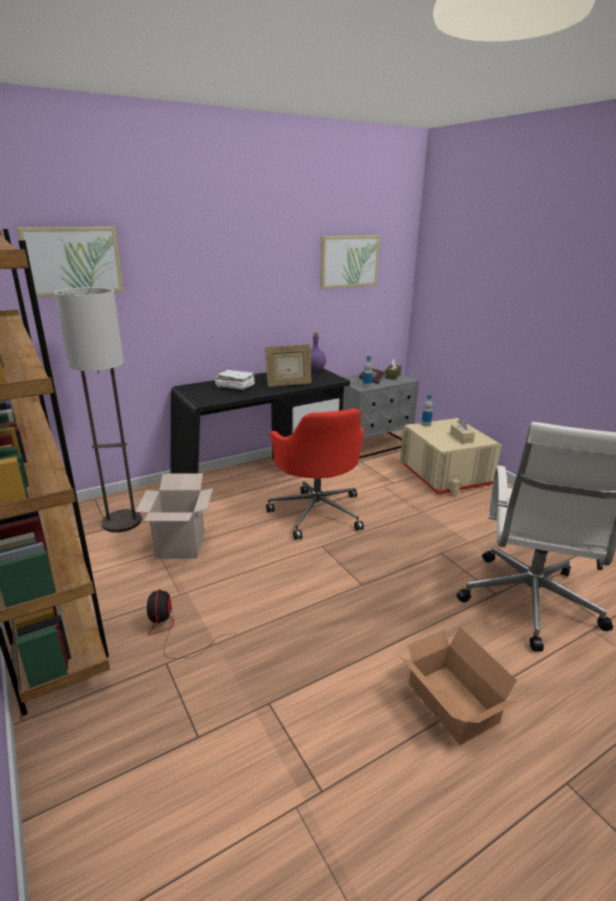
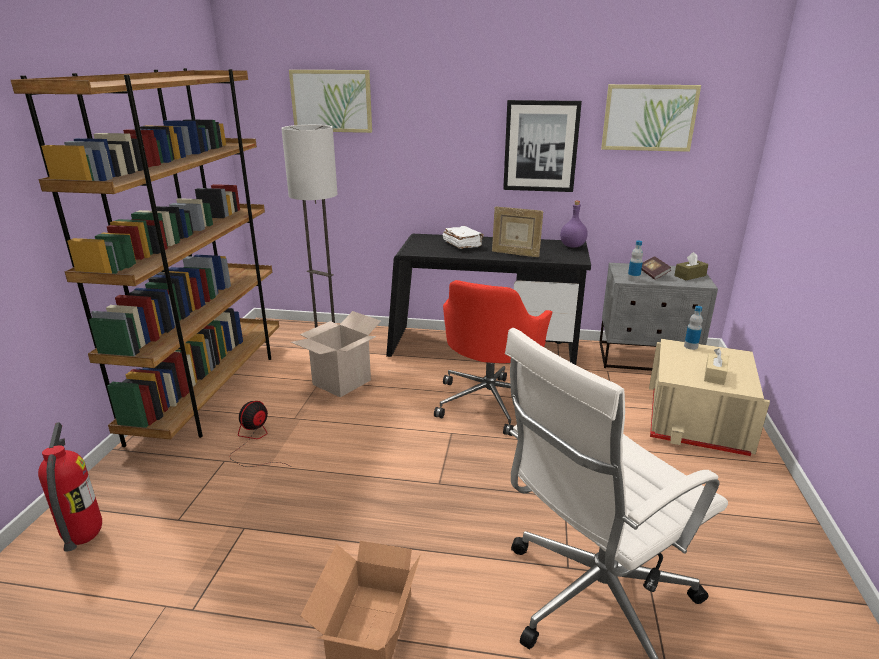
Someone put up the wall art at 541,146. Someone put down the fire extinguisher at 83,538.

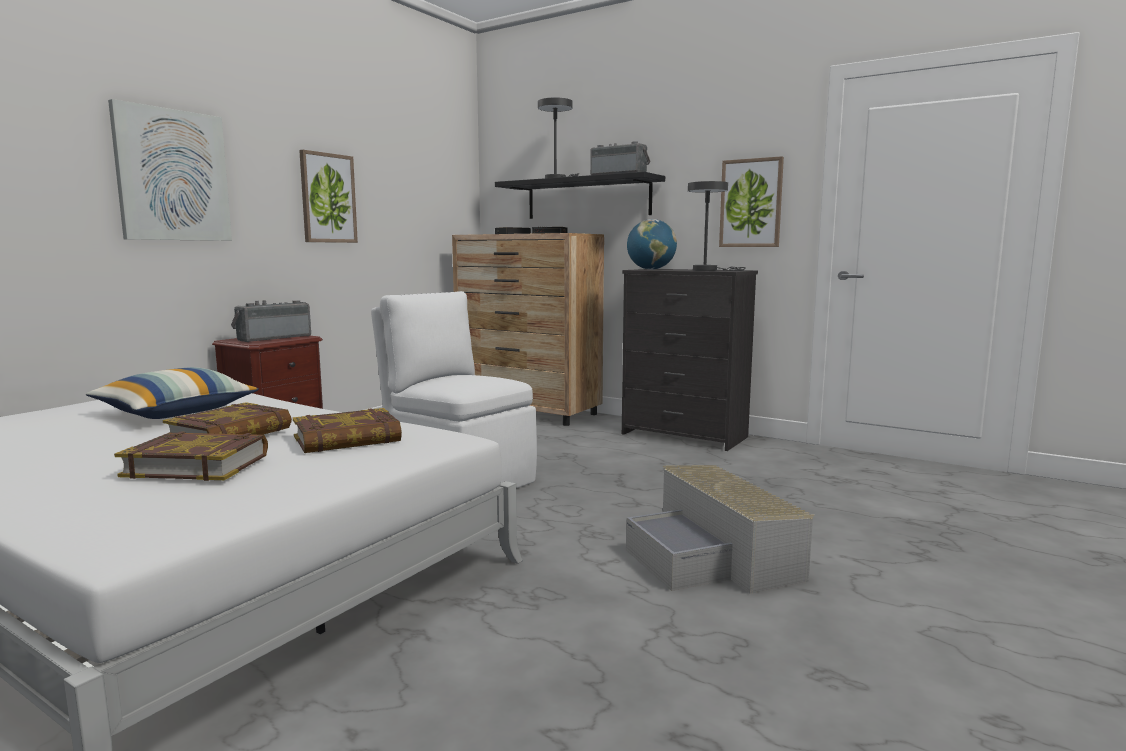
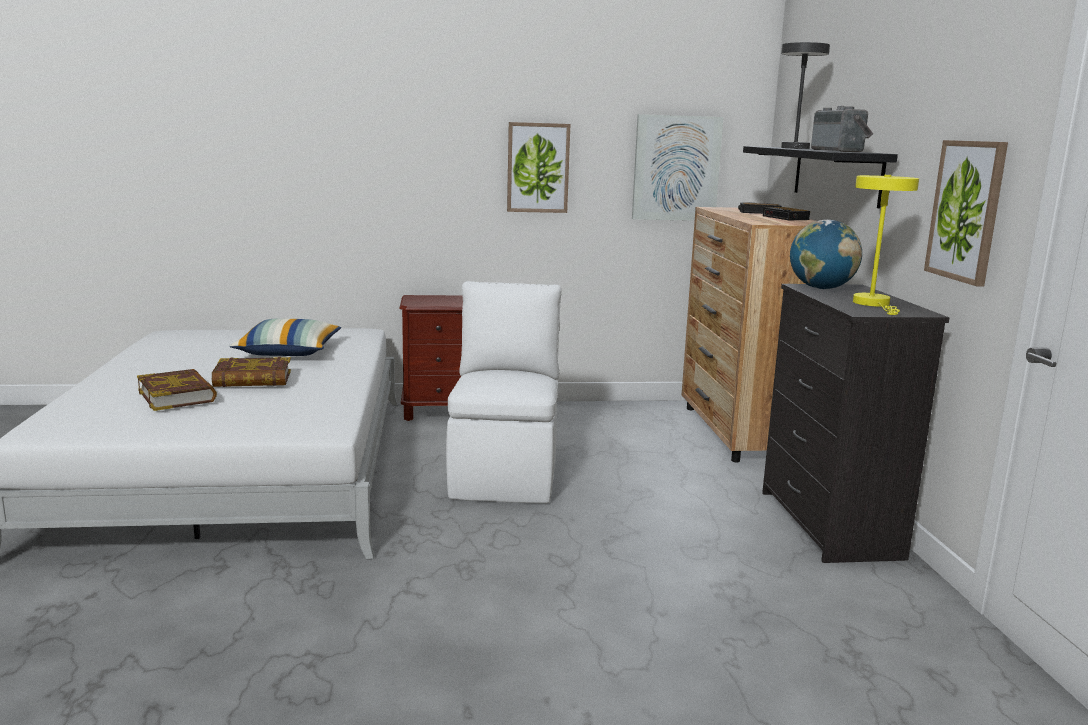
Someone carried the wall art from 172,175 to 676,168. Someone repainted the gray table lamp at 709,270, which became the yellowish table lamp at 874,304. Someone took away the radio receiver at 273,338. Someone took away the bound book at 347,439. Someone took away the gray storage container at 713,557.

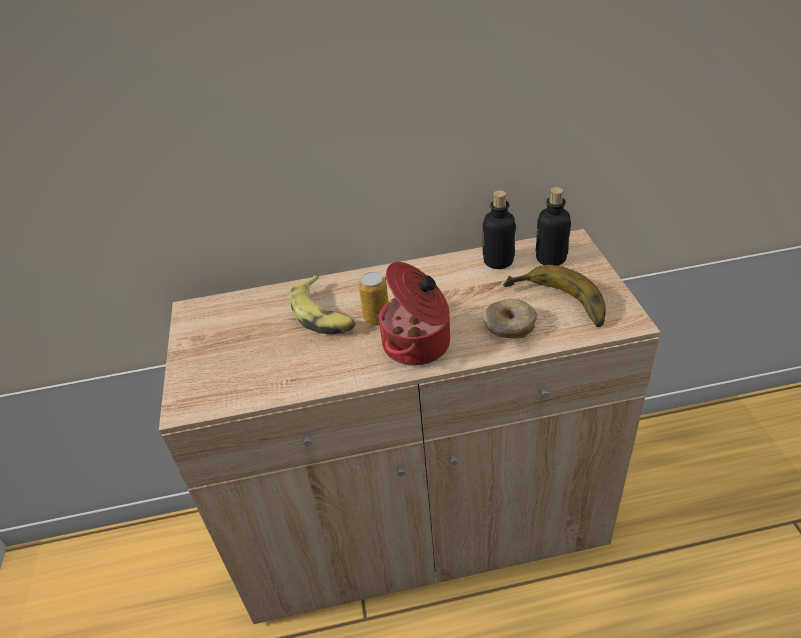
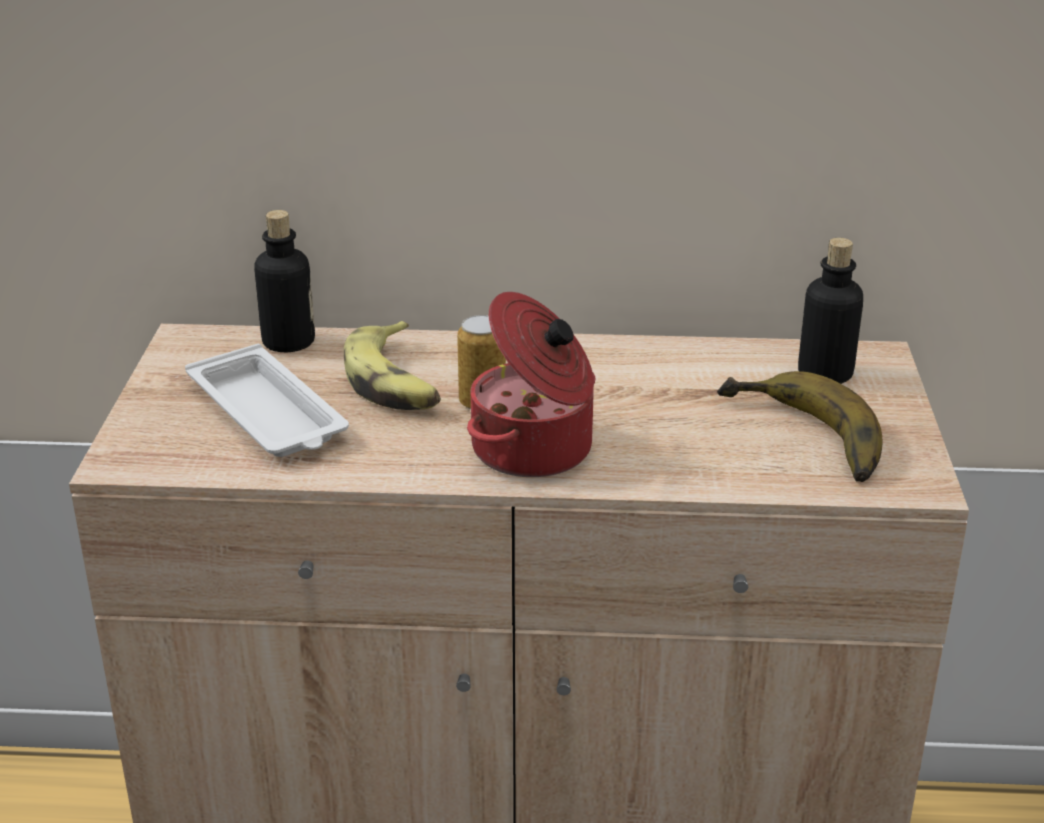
Someone carried the bottle from 498,261 to 288,342. Someone took away the doughnut at 509,326. Someone put down the whitish carrying tray at 268,414.

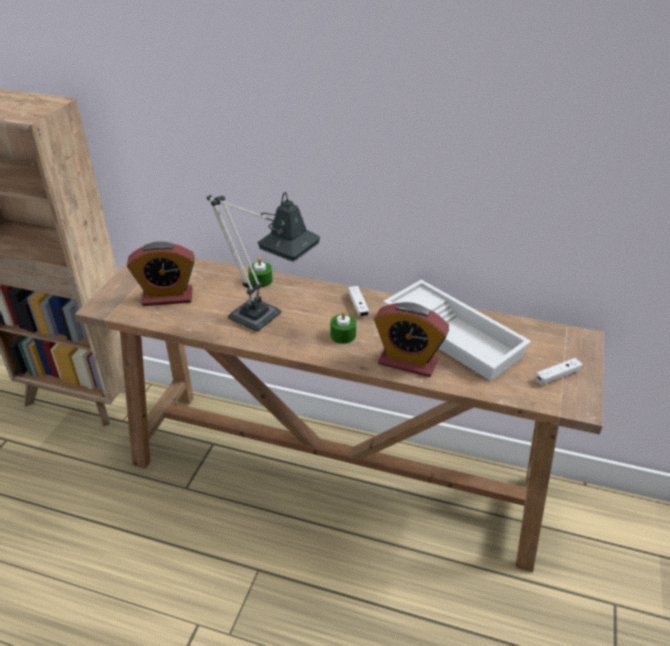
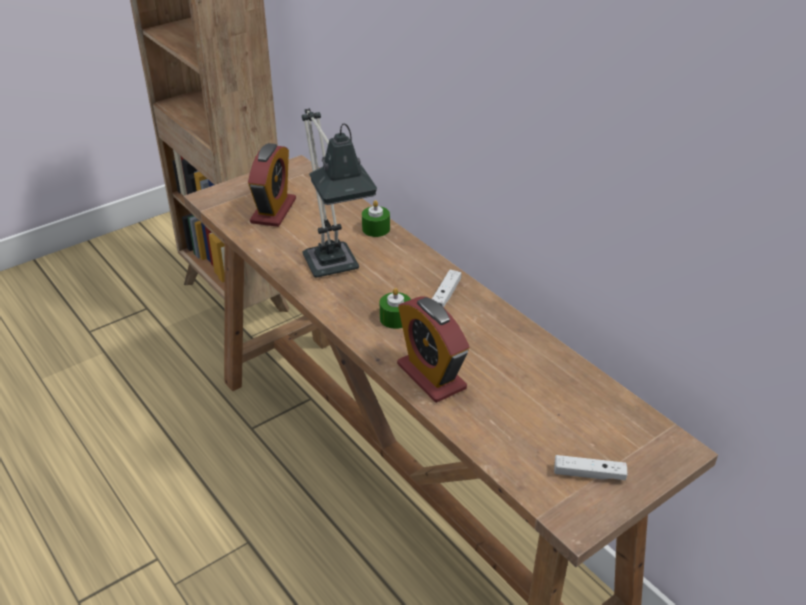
Someone rotated the bedside clock at 167,297 by 105 degrees counterclockwise. Someone took away the whitish carrying tray at 455,335.

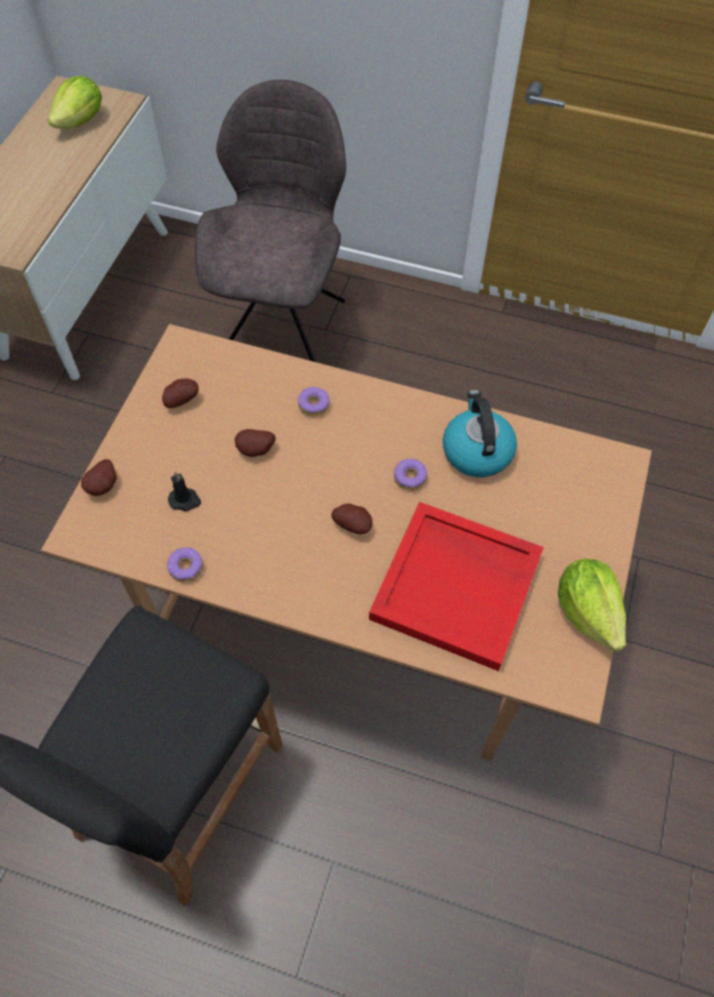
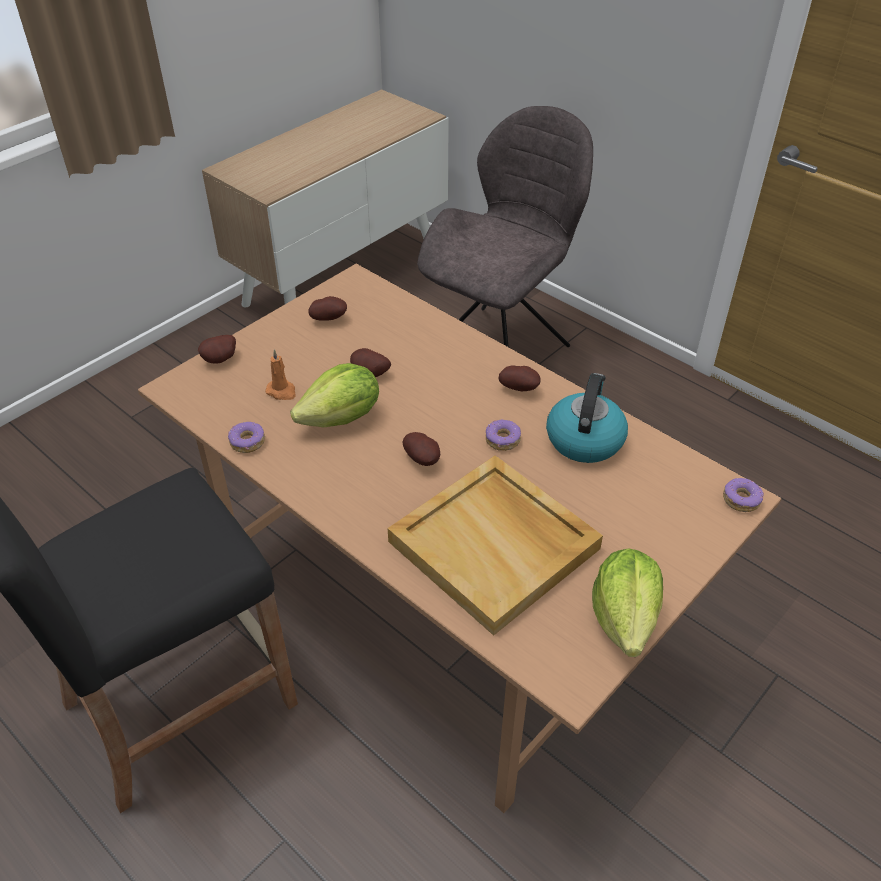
Someone carried the head of lettuce from 81,121 to 342,418. Someone carried the doughnut from 313,405 to 741,499. Someone repainted the black wax light at 185,500, which became the orangey wax light at 282,391. Someone repainted the reddish carrying tray at 458,586, which became the beige-coloured carrying tray at 496,545. Someone put down the potato at 520,388.

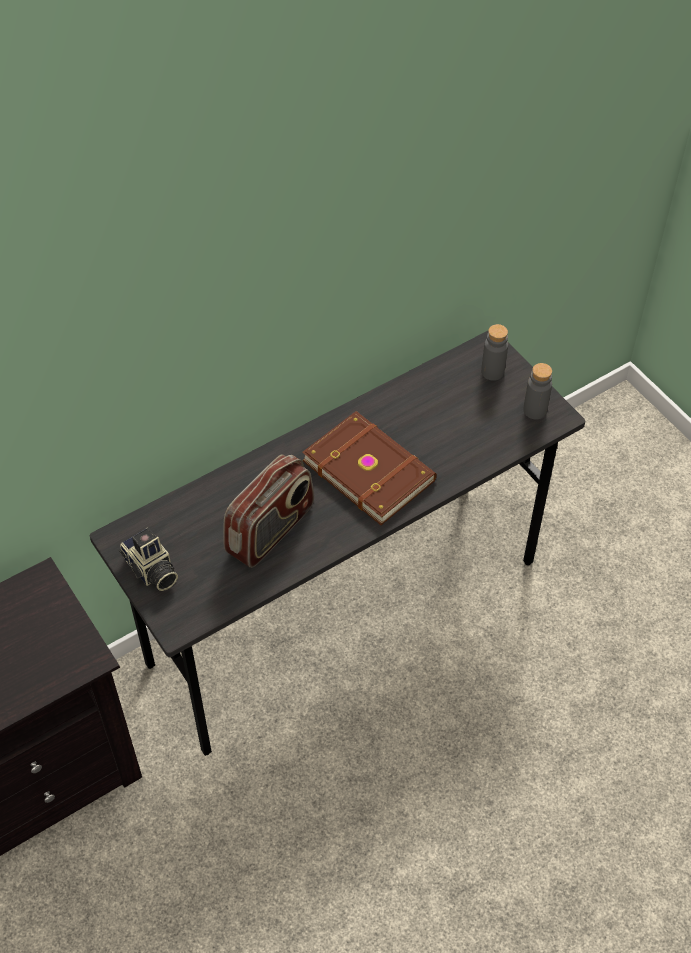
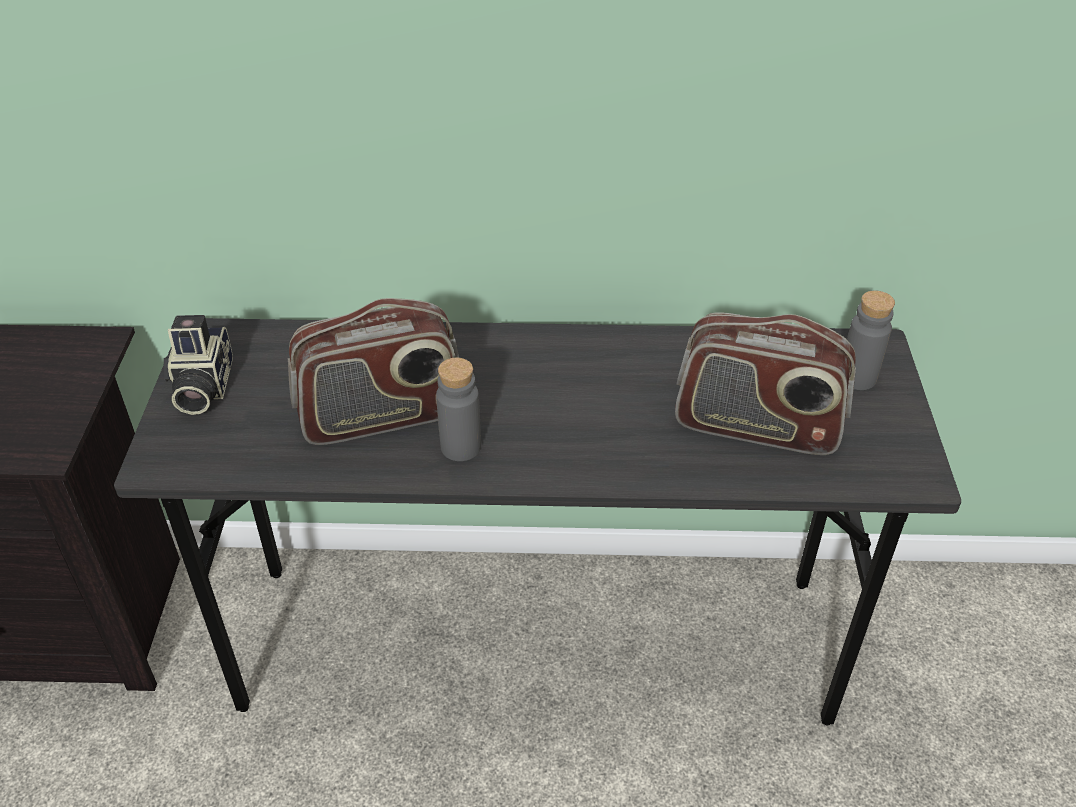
Someone carried the gray bottle from 535,410 to 461,447. Someone took away the brown bound book at 369,469. Someone put down the radio receiver at 756,427.

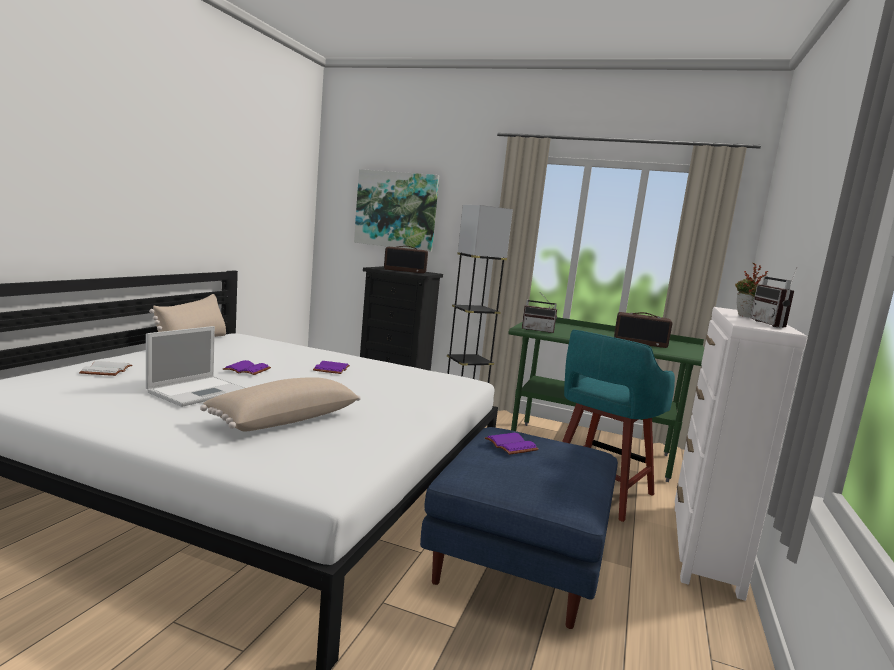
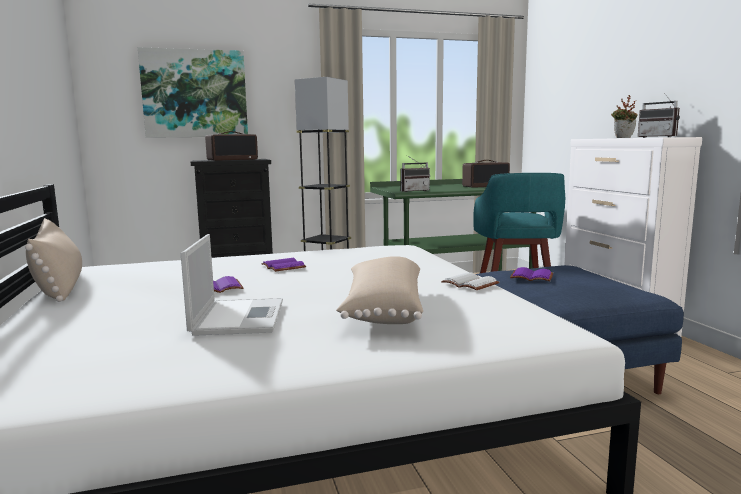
Someone carried the whitish bound book from 107,371 to 471,284.

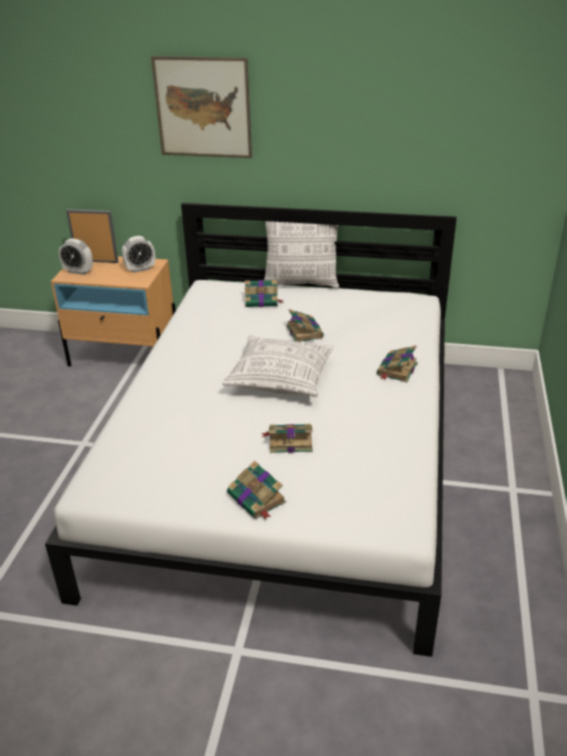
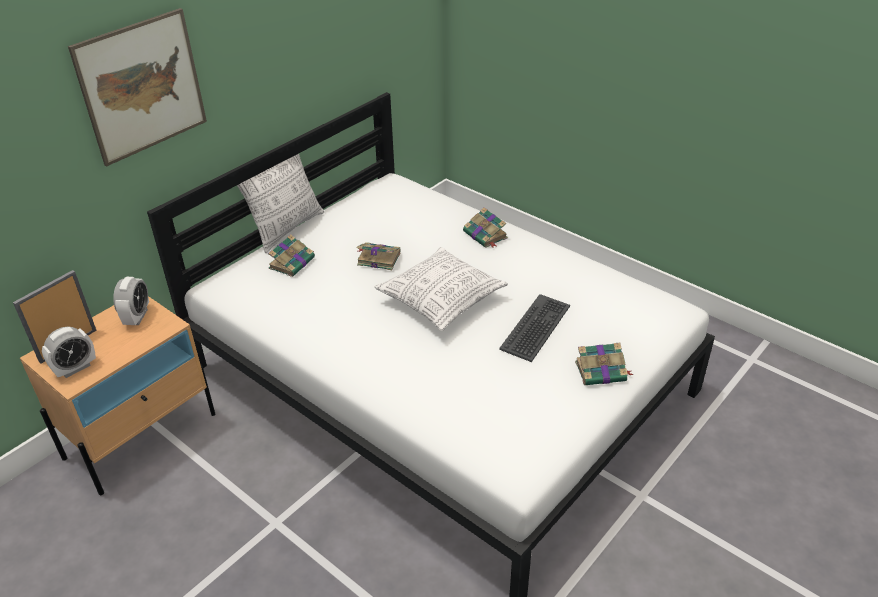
Someone swapped the bound book at 289,441 for the PC keyboard at 536,328.

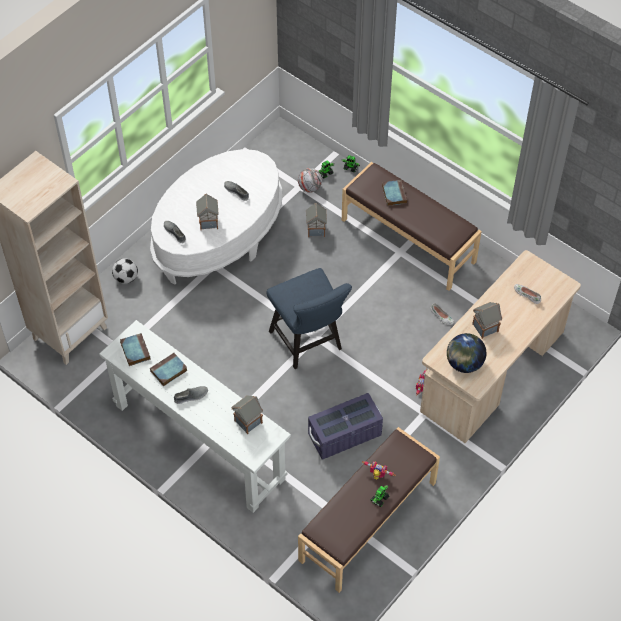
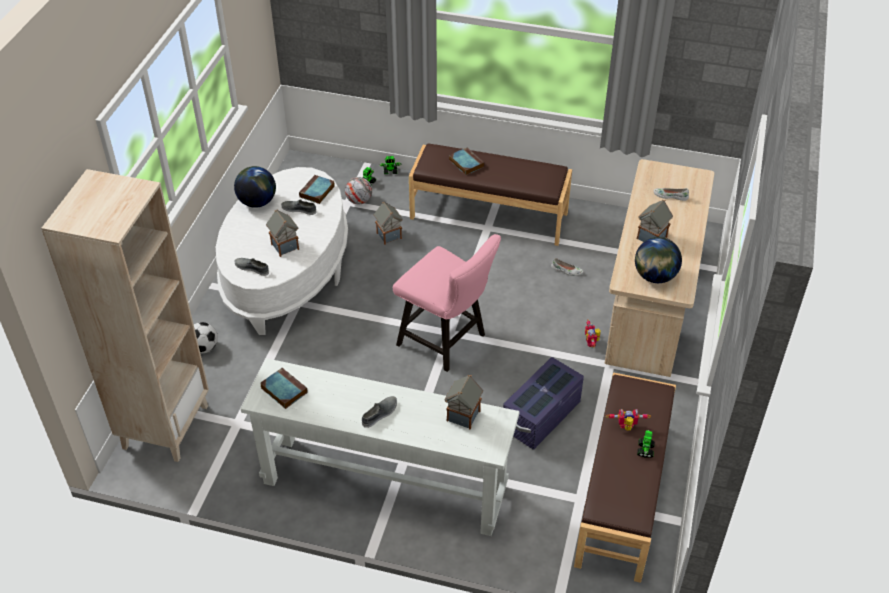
Someone repainted the blue-coloured chair at 309,343, which became the pink chair at 447,342. Someone carried the bound book from 168,371 to 317,192. Someone put down the world globe at 257,202.

